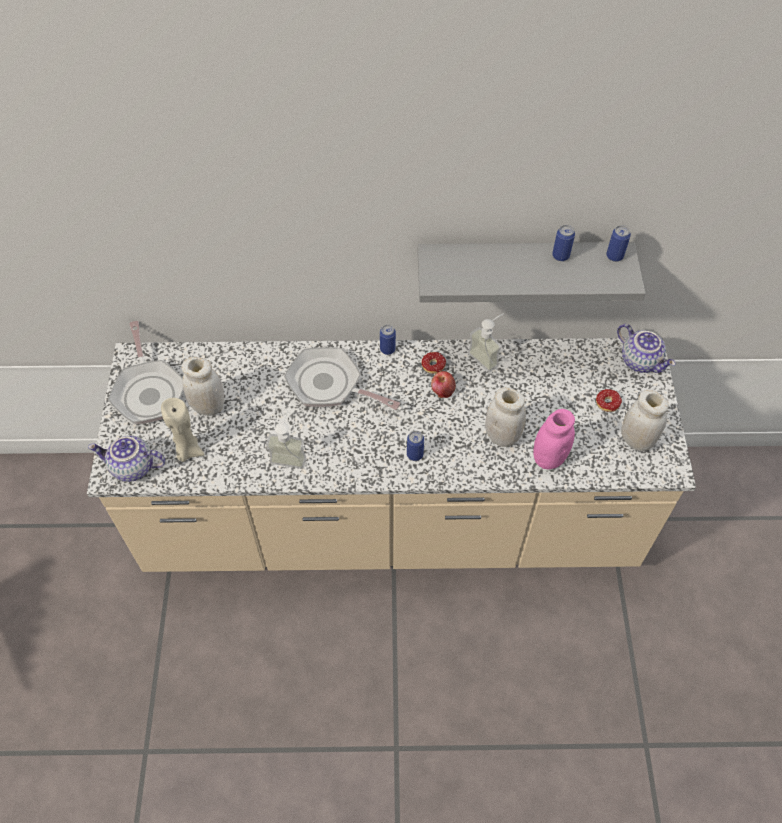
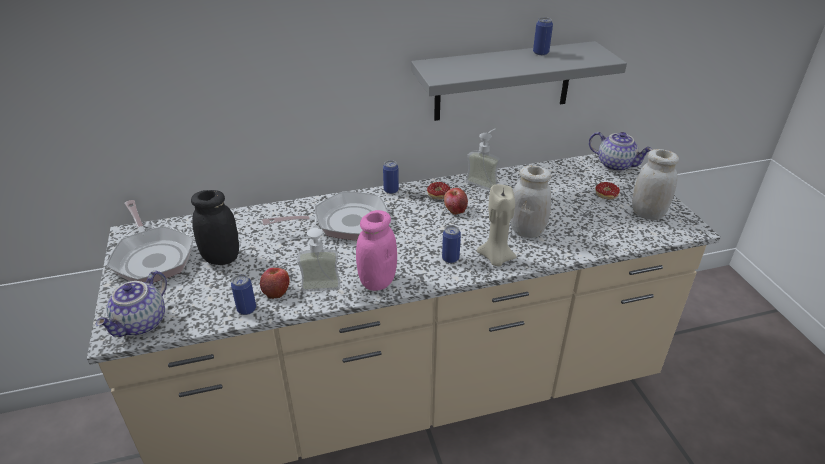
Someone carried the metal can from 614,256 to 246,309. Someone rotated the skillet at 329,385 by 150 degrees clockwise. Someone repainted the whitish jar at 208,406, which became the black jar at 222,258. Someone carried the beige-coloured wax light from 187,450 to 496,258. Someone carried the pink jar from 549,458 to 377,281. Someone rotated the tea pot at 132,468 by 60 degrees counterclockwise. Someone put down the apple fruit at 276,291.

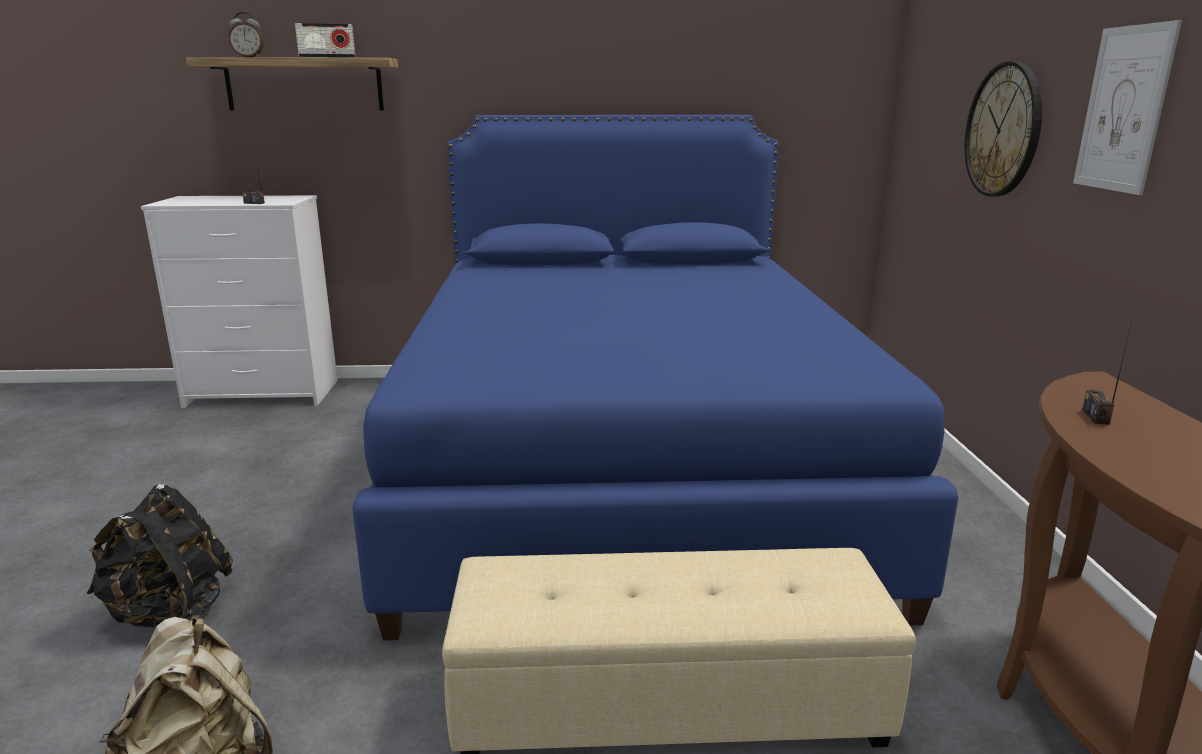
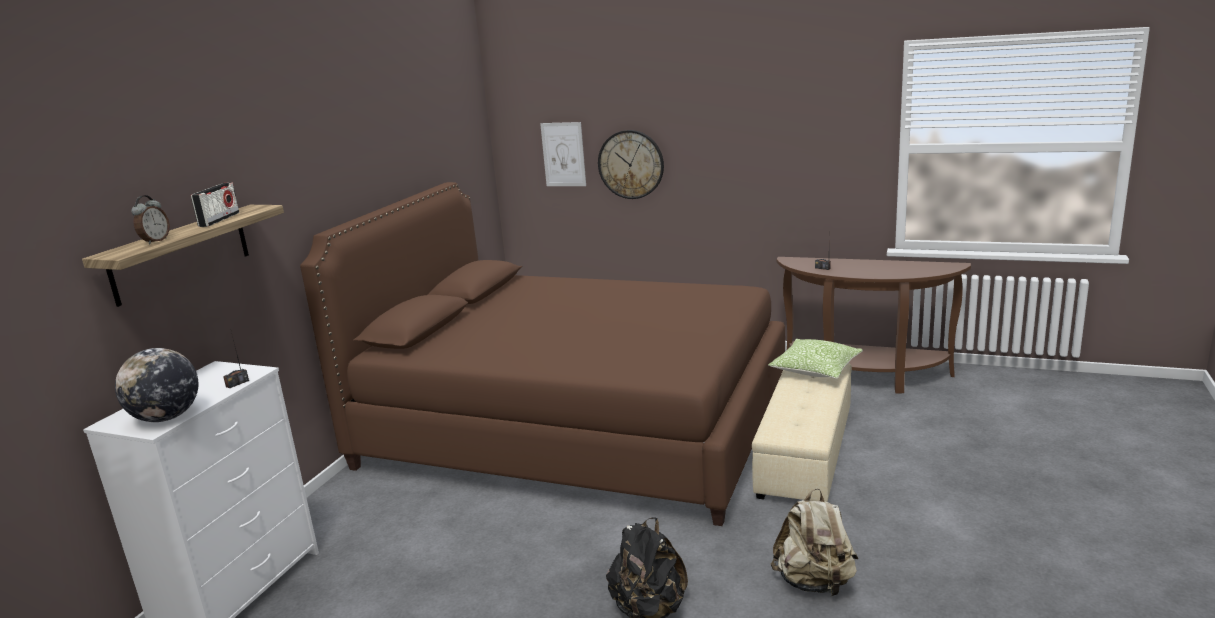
Someone carried the wall art from 1124,109 to 563,154. Someone repainted the blue-coloured bedroom bed at 627,465, which became the brown bedroom bed at 576,427. Someone put down the cushion at 815,370. Someone put down the world globe at 166,418.

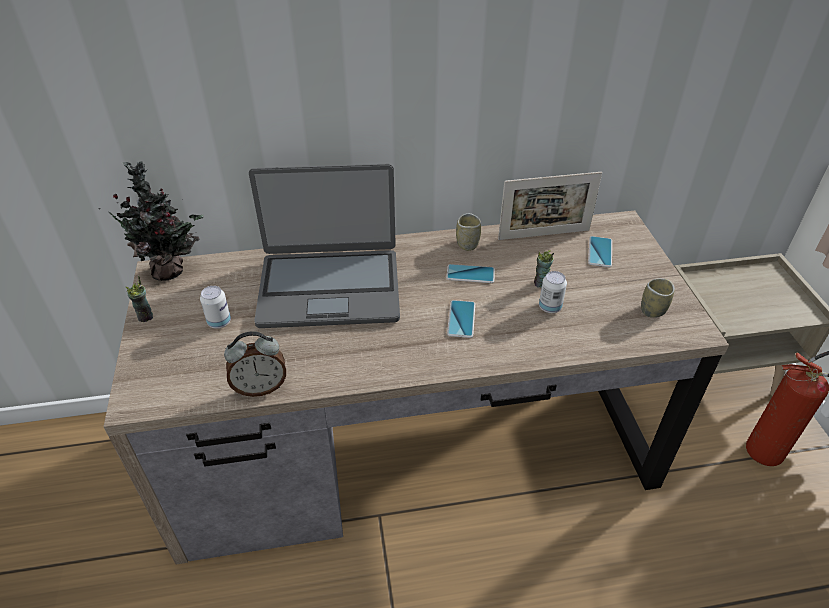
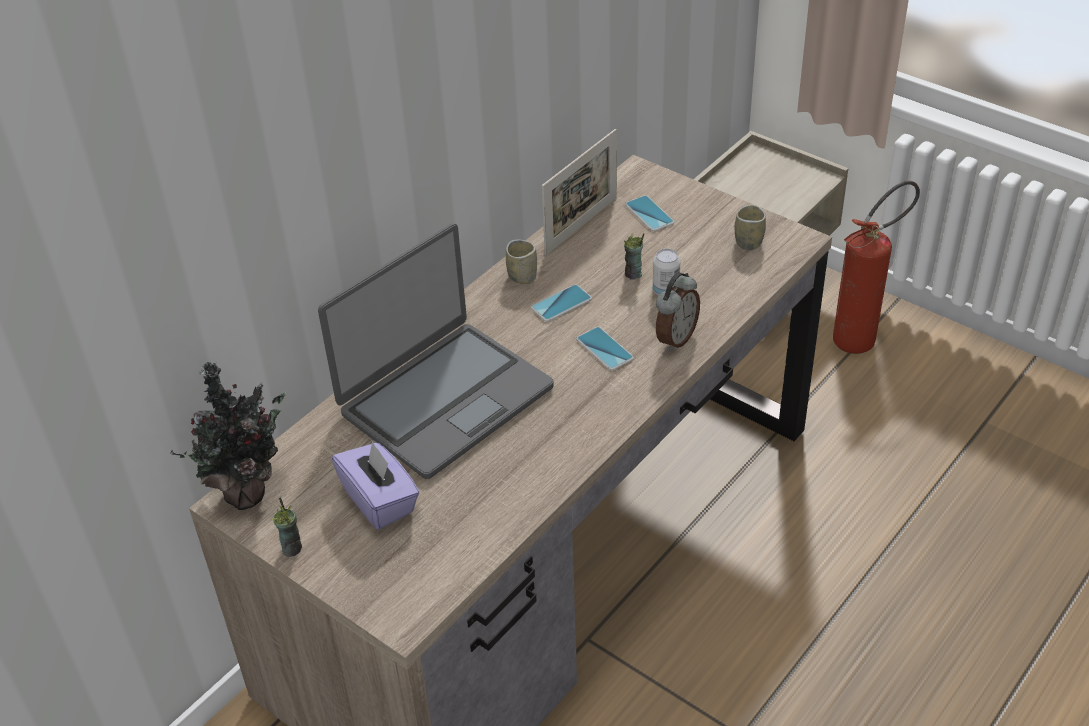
Someone swapped the metal can at 219,322 for the purple tissue box at 380,500. Someone carried the bedside clock from 260,387 to 675,338.

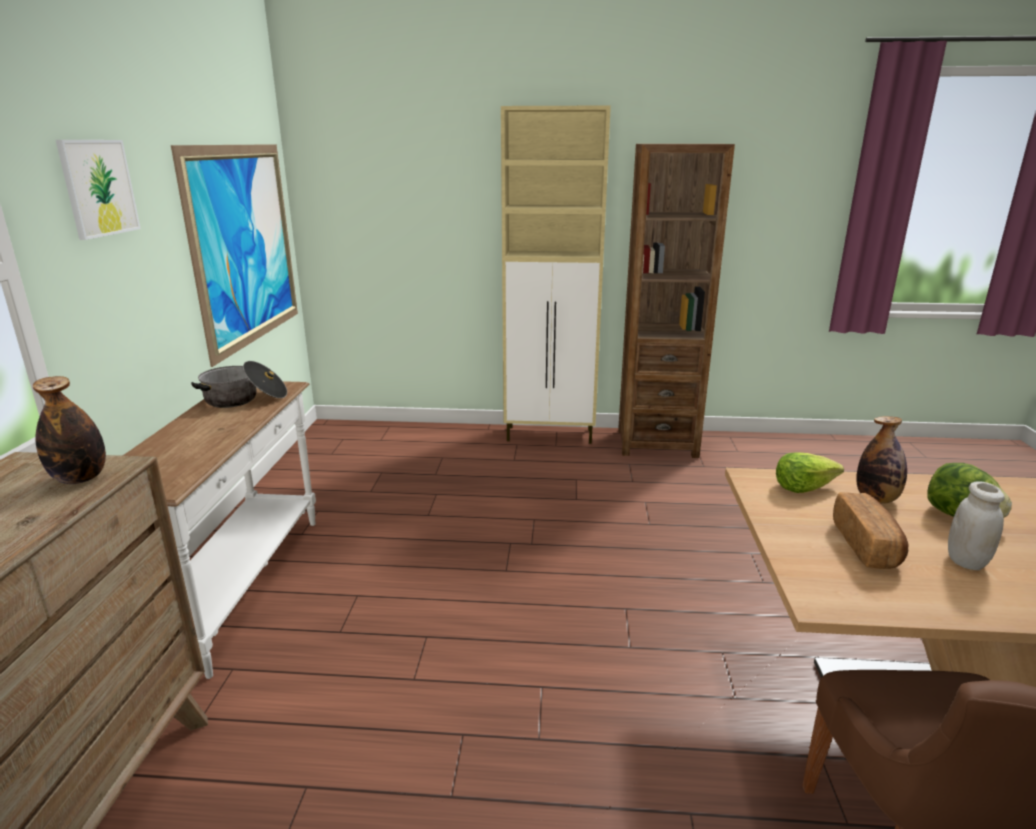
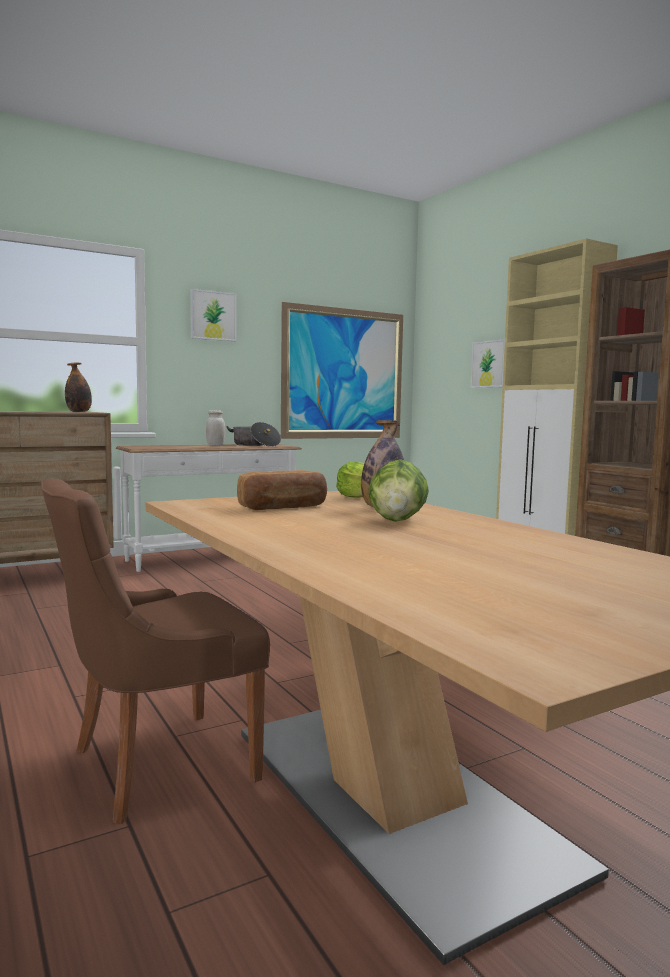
Someone carried the whitish jar from 966,561 to 215,445. Someone put up the wall art at 489,364.

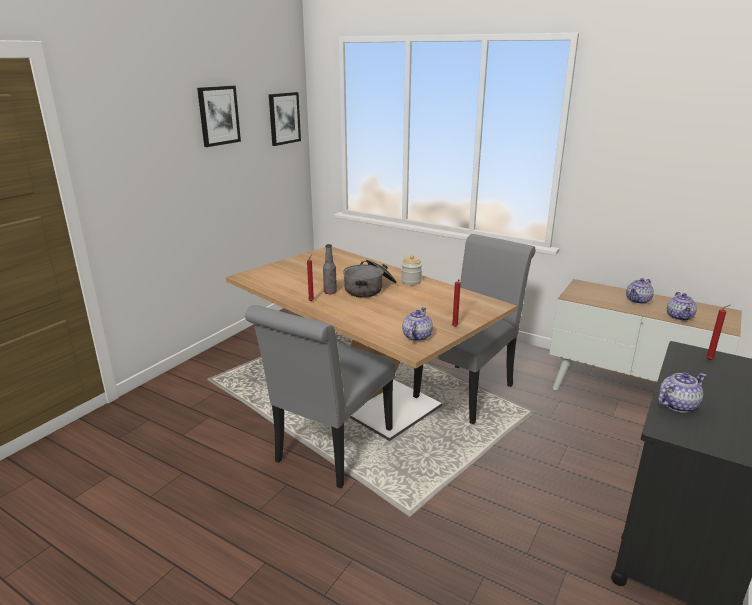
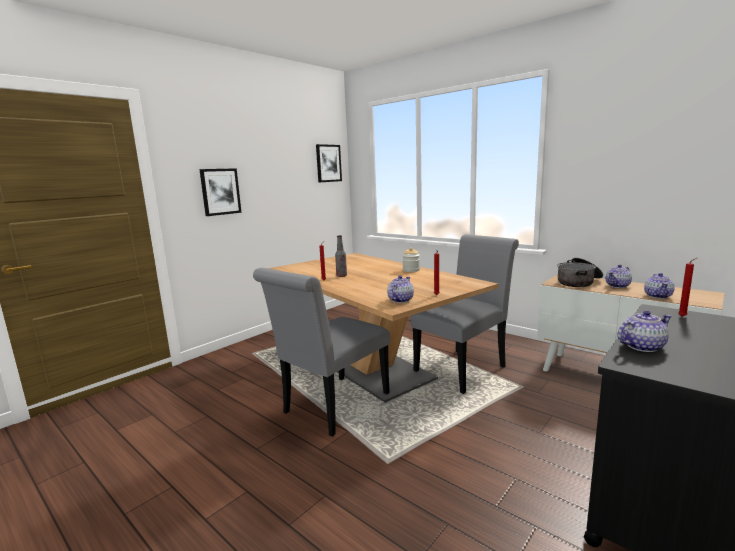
Someone carried the wall art from 218,115 to 220,191. Someone carried the saucepot from 370,288 to 579,282.

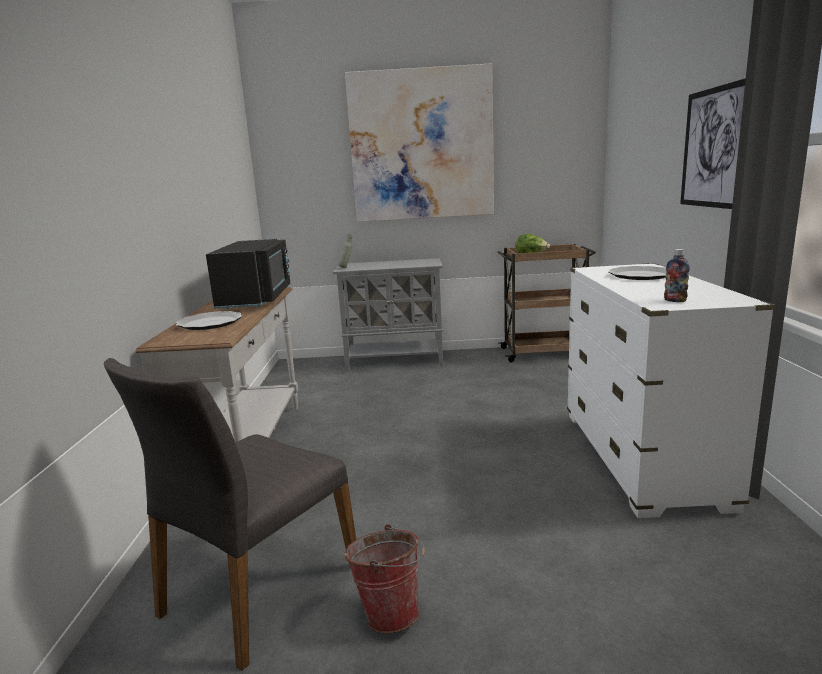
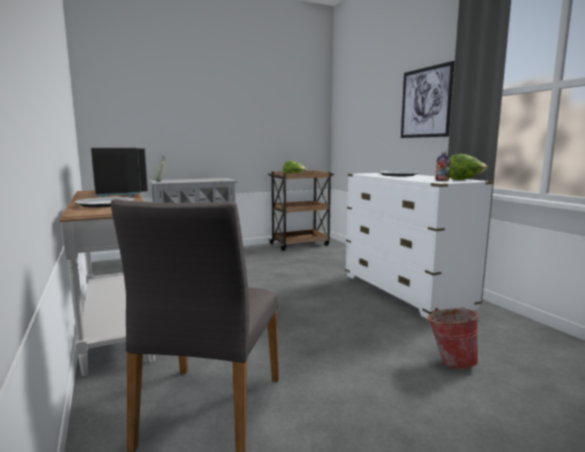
Someone took away the wall art at 421,146. Someone carried the pail from 390,611 to 451,361. Someone put down the head of lettuce at 463,180.

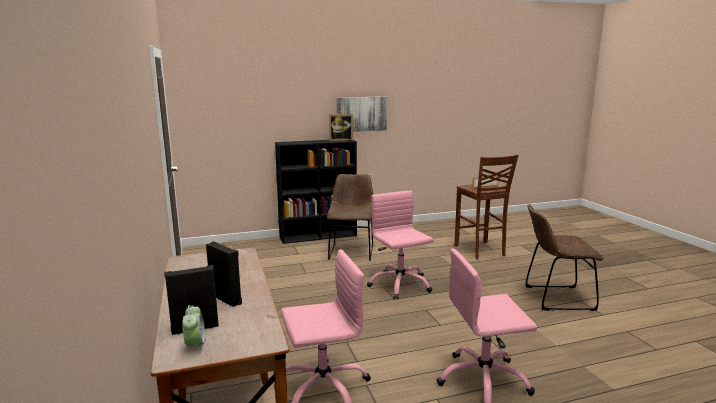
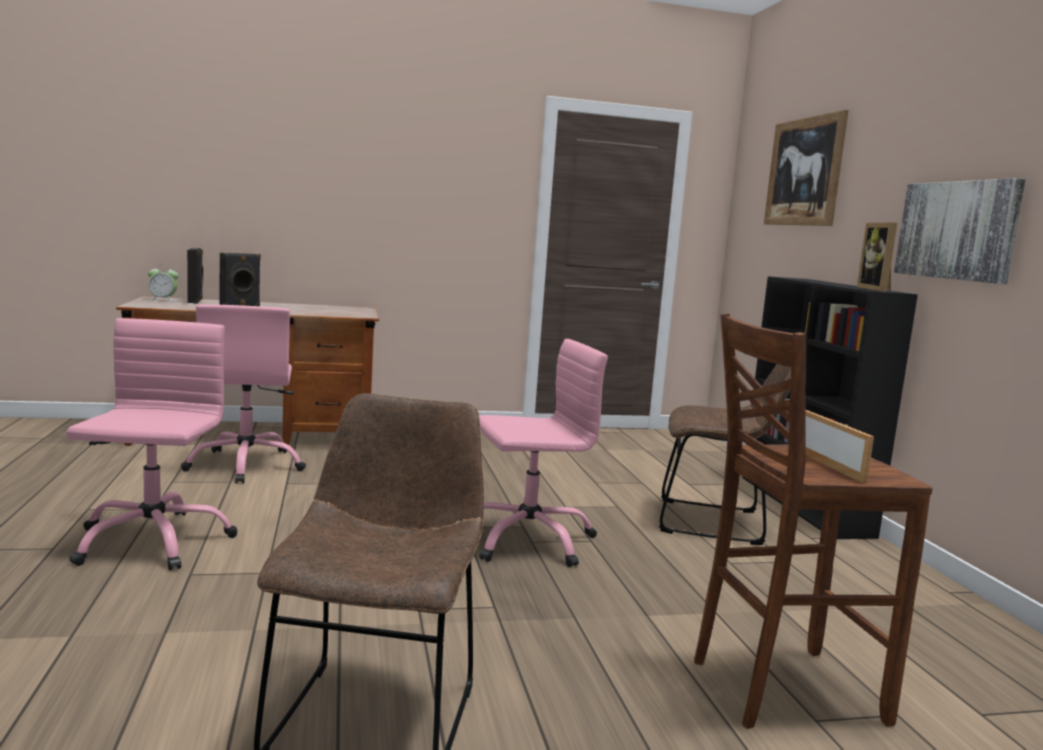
Someone put up the wall art at 804,172.

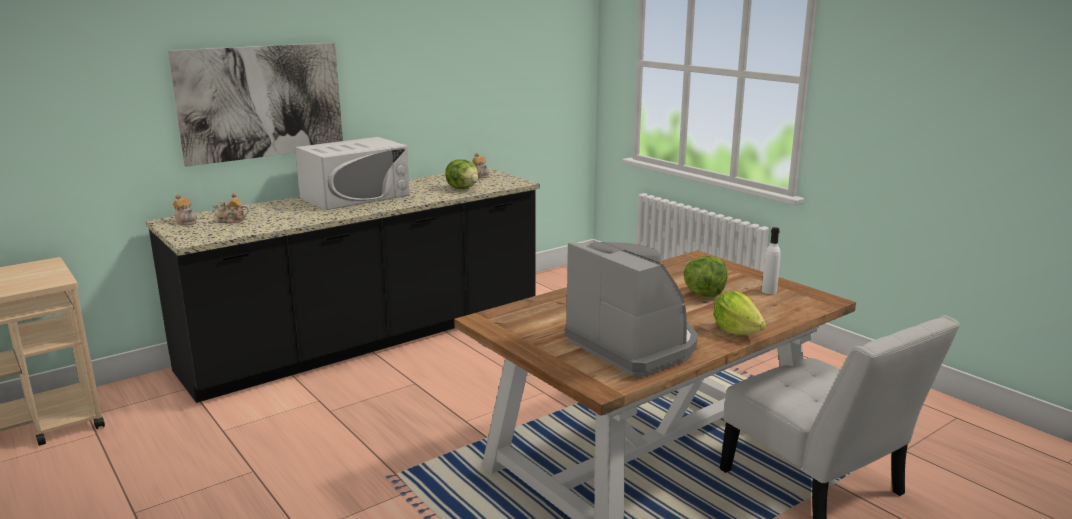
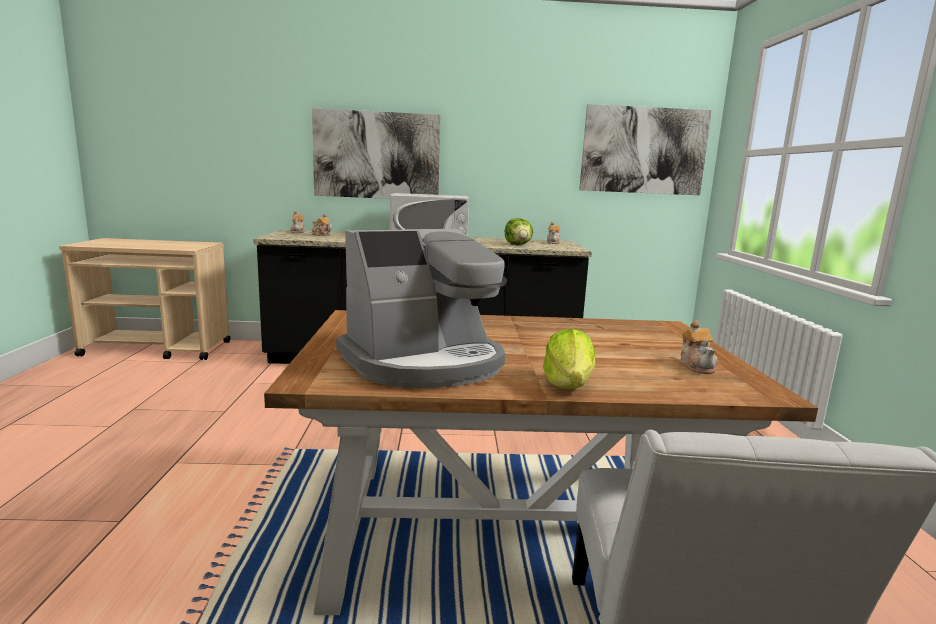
Someone swapped the whitish bottle at 769,291 for the tea pot at 697,366. Someone rotated the coffee brewer at 634,345 by 60 degrees clockwise. Someone took away the head of lettuce at 704,294. Someone put up the wall art at 644,150.

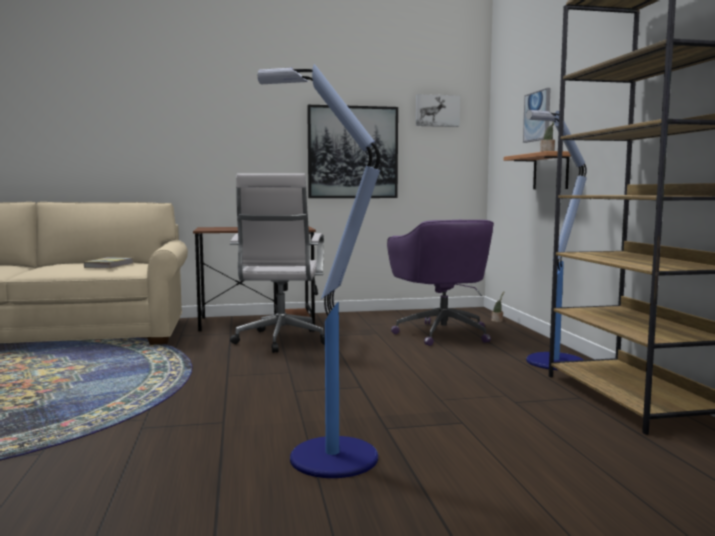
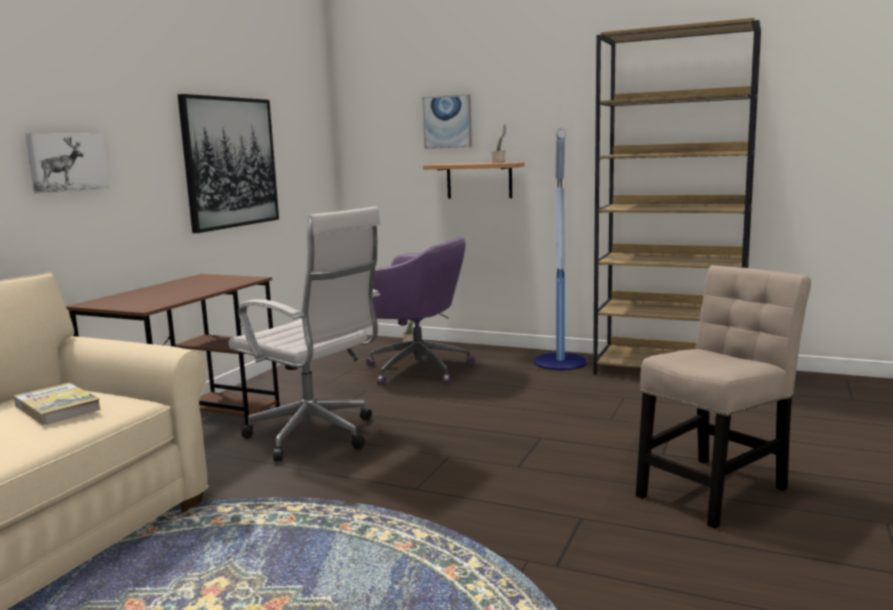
Someone swapped the standing lamp at 330,457 for the beige-coloured chair at 715,489. Someone carried the wall art from 437,111 to 66,162.

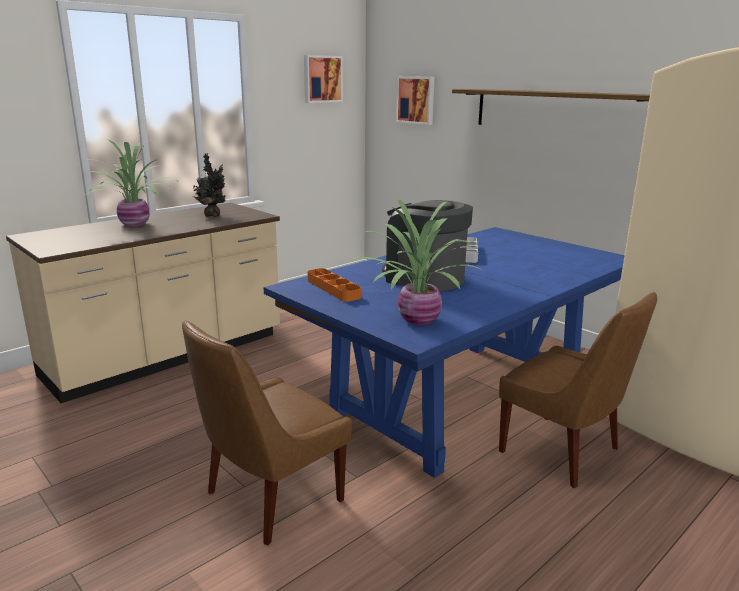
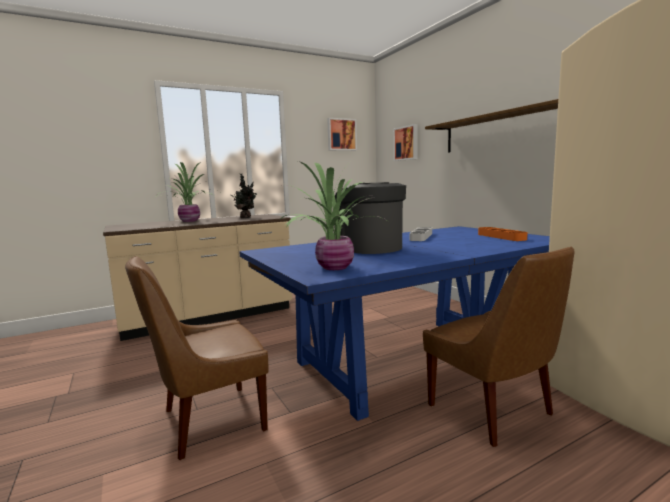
Someone carried the orangey carrying tray from 333,289 to 501,237.

